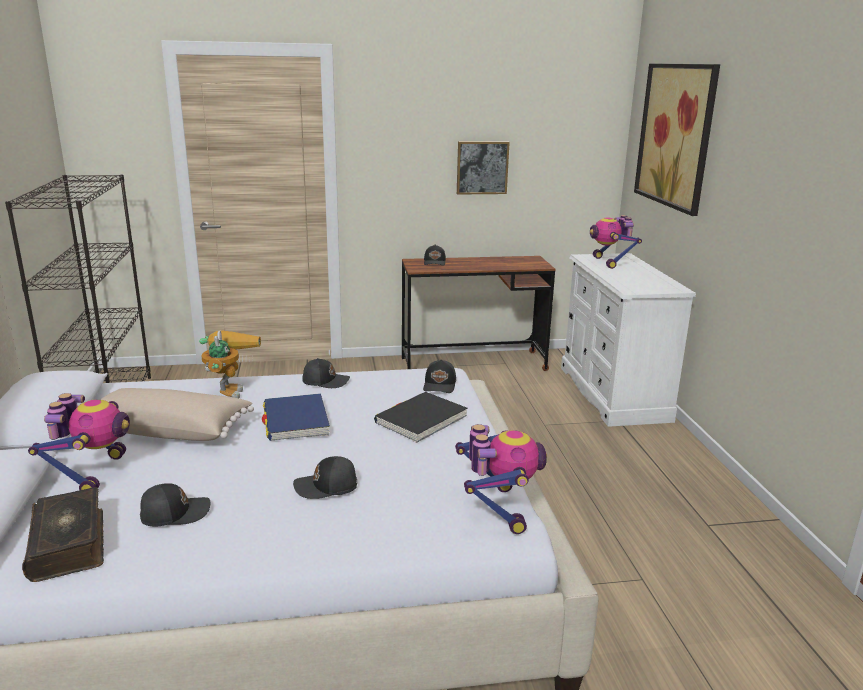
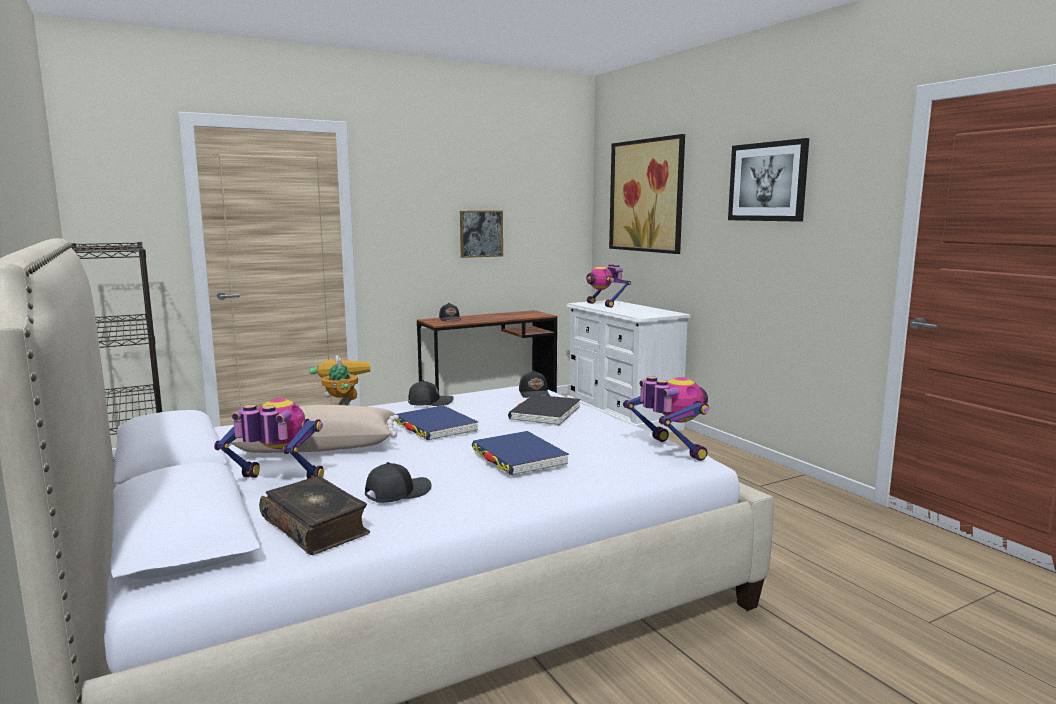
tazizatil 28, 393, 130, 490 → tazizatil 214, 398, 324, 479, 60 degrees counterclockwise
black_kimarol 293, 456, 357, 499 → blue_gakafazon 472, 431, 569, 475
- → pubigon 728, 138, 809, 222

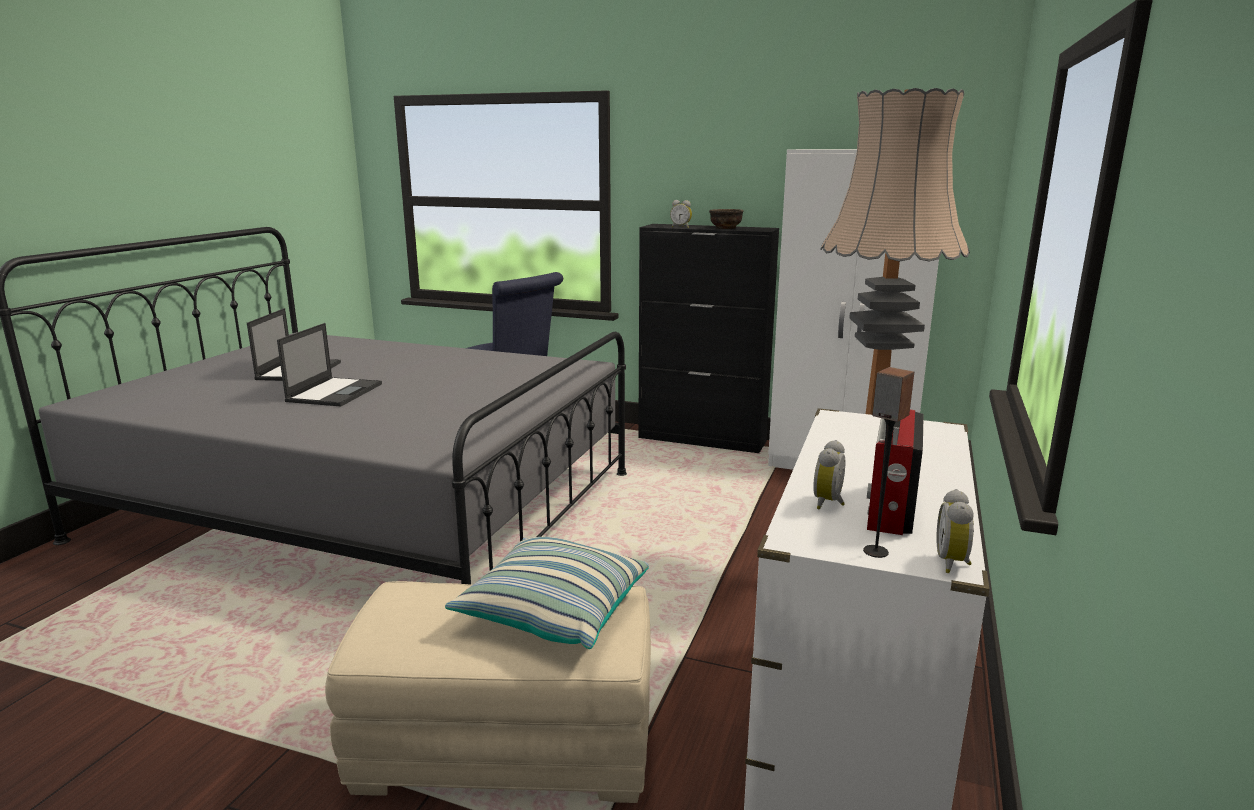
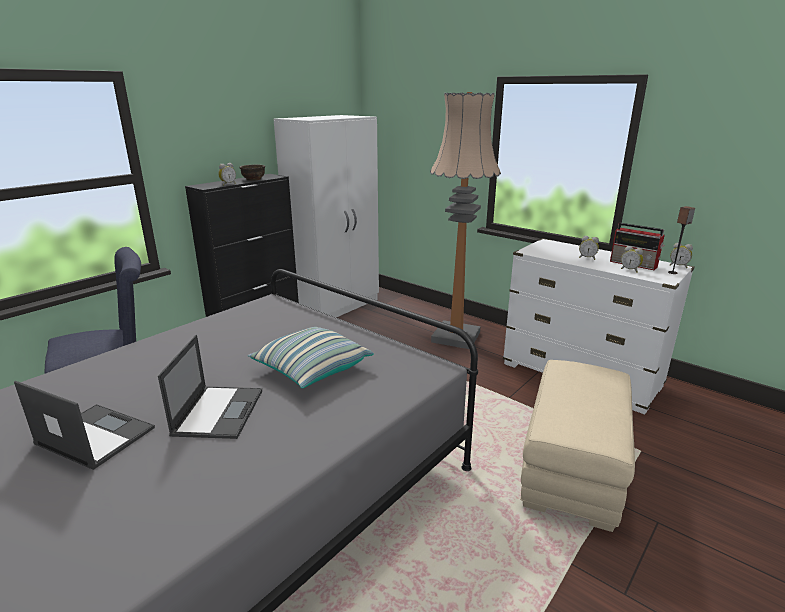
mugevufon 277, 323, 382, 406 → mugevufon 158, 335, 262, 439, 60 degrees clockwise
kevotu 445, 537, 649, 649 → kevotu 248, 327, 374, 388, relocated
- → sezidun 579, 236, 599, 260

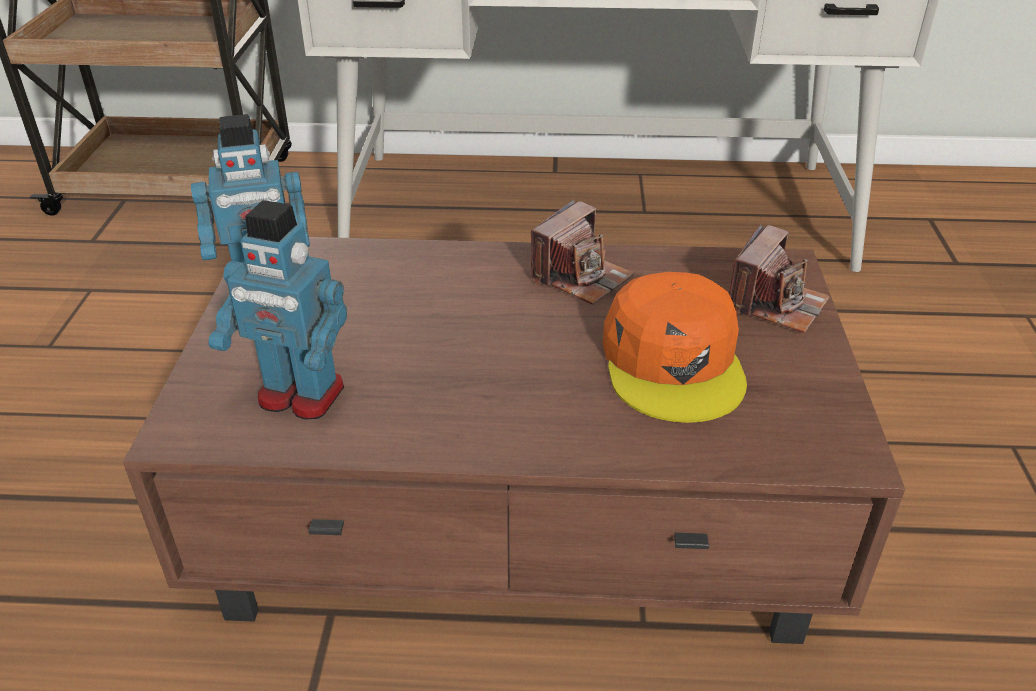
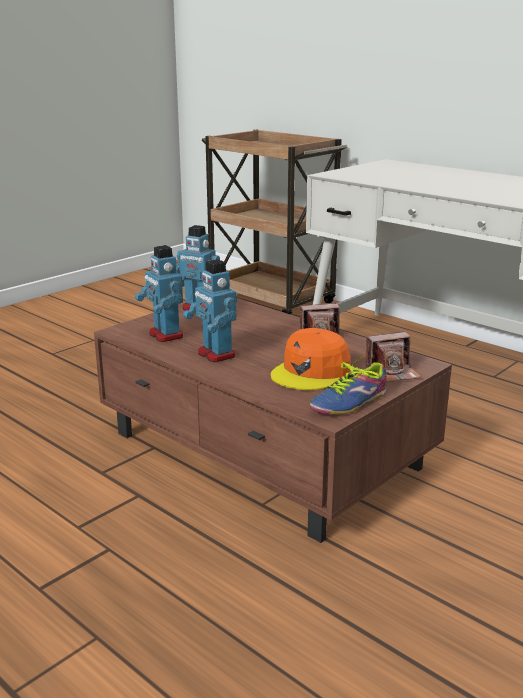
- → tazizatil 183, 259, 237, 362
- → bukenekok 310, 355, 387, 415

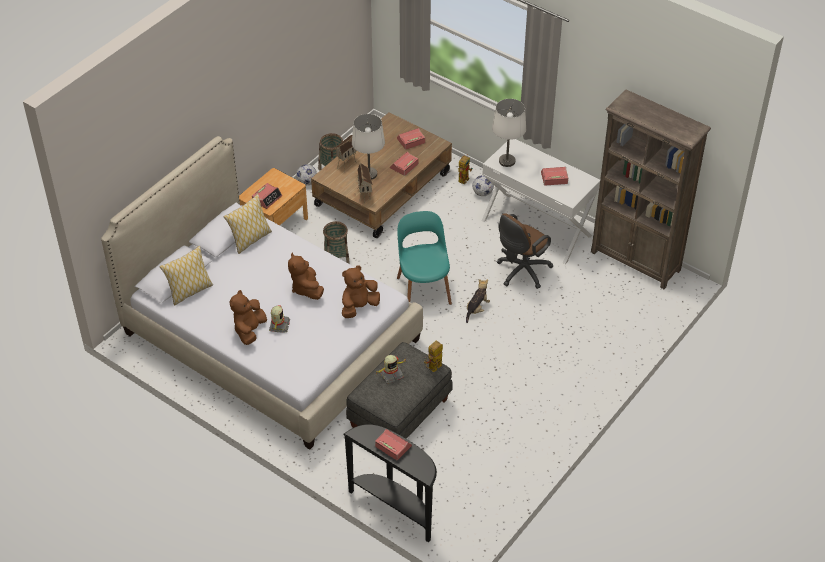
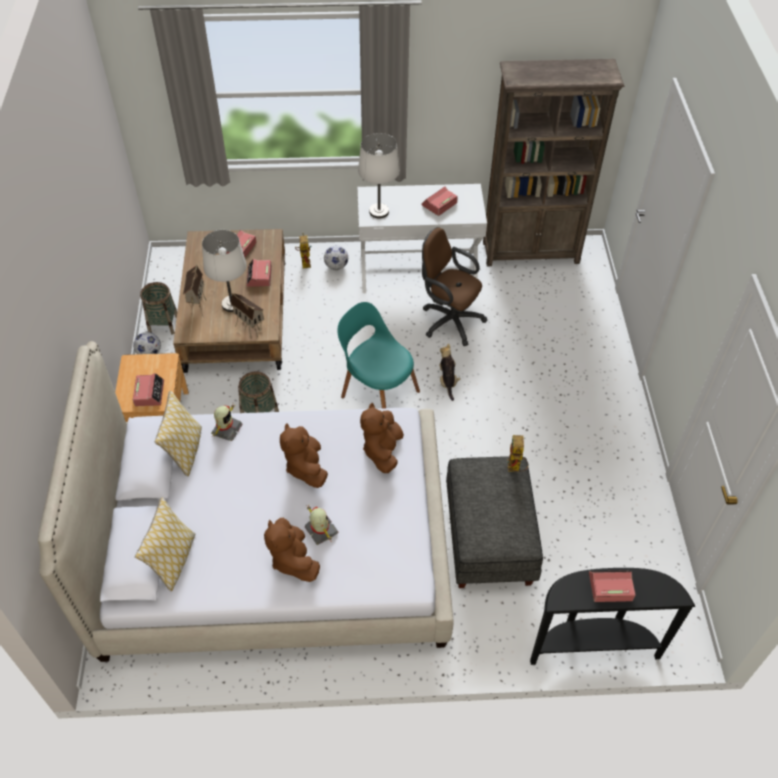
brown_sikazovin 497, 213, 553, 289 → brown_sikazovin 422, 227, 487, 346, 120 degrees clockwise
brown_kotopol 288, 253, 324, 300 → brown_kotopol 280, 423, 328, 488, 45 degrees clockwise
tazizatil 376, 355, 405, 384 → tazizatil 211, 404, 243, 441, relocated

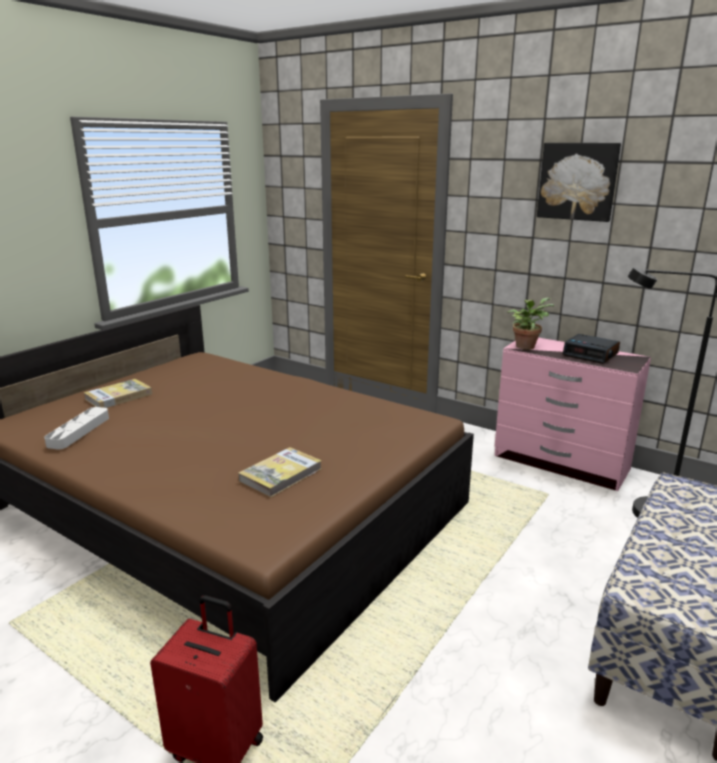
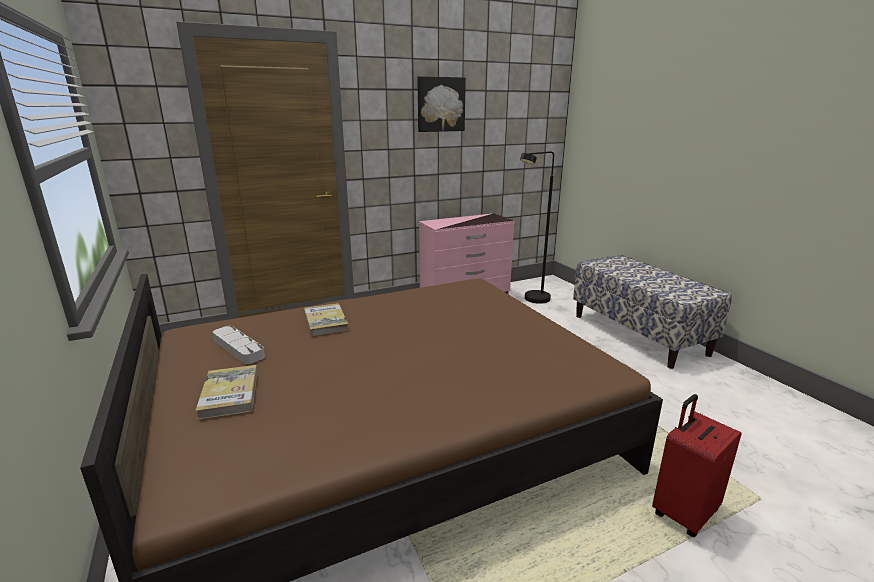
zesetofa 507, 297, 554, 350 → -
sezidun 563, 334, 620, 364 → -
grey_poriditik 44, 407, 109, 450 → grey_poriditik 213, 326, 265, 364, relocated
gakafazon 238, 447, 322, 497 → gakafazon 304, 303, 349, 337, relocated

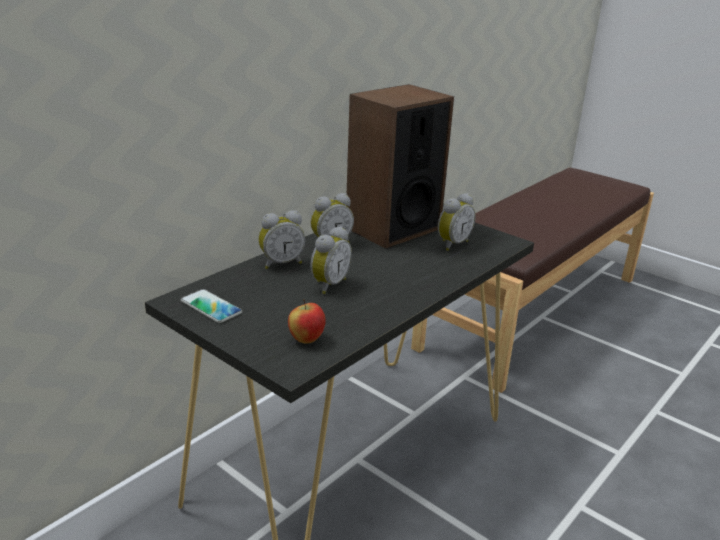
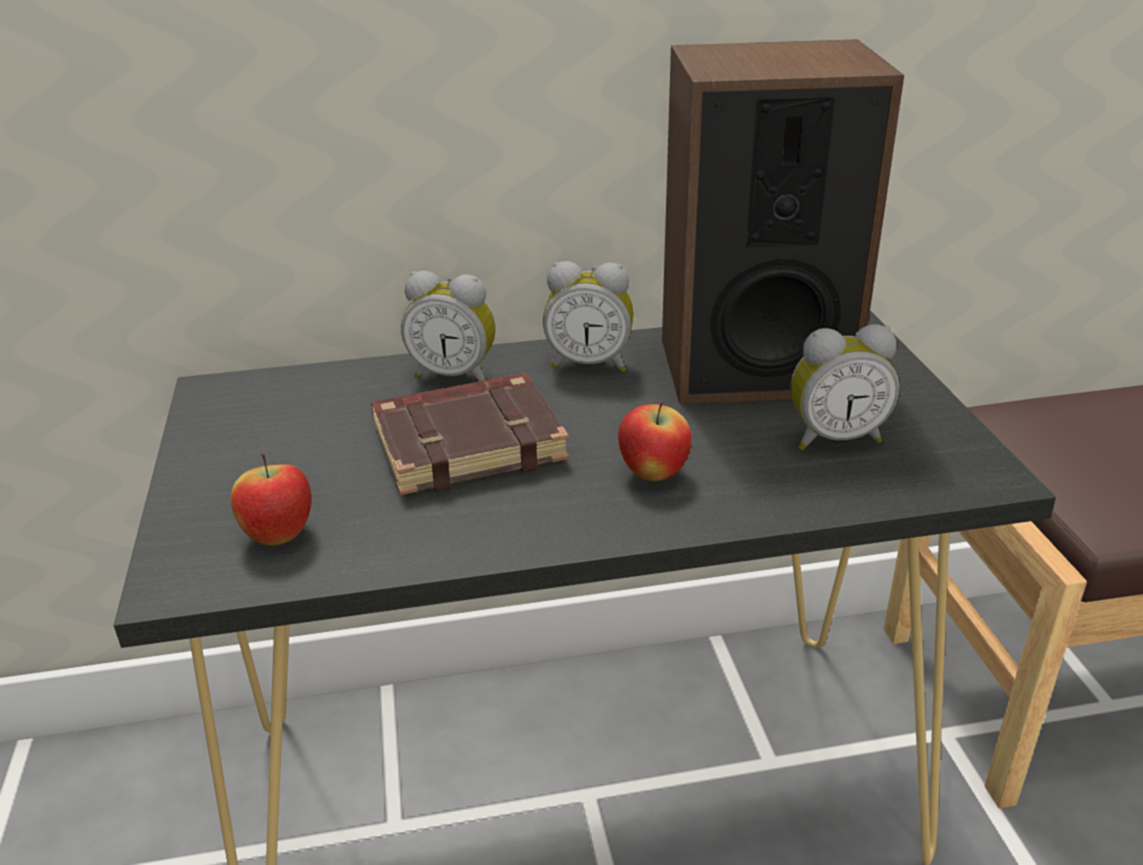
sezidun 310, 226, 352, 294 → brown_gakafazon 371, 373, 569, 495
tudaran 181, 289, 242, 323 → -
- → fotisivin 618, 402, 691, 481

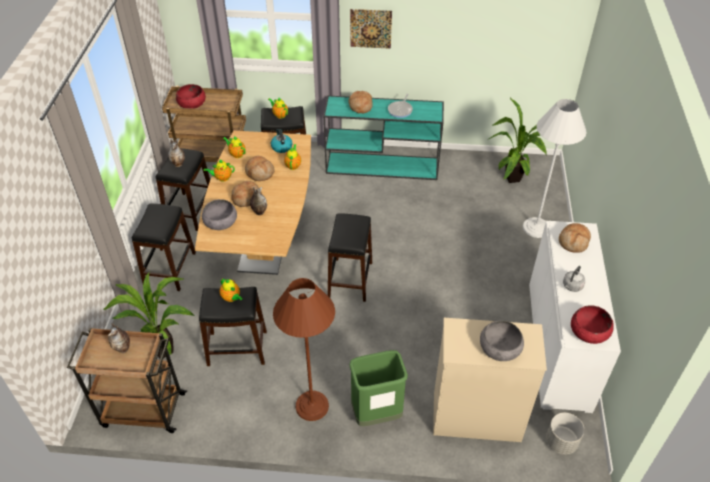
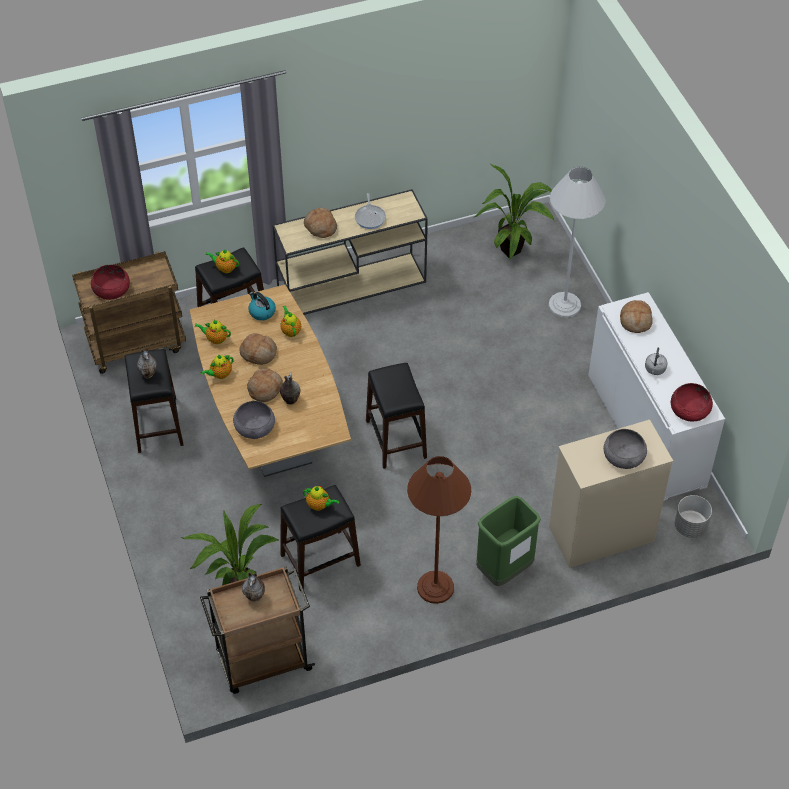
pubigon 350, 9, 392, 49 → -
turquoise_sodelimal 324, 96, 444, 180 → beige_sodelimal 272, 189, 428, 315
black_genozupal 132, 204, 196, 291 → -

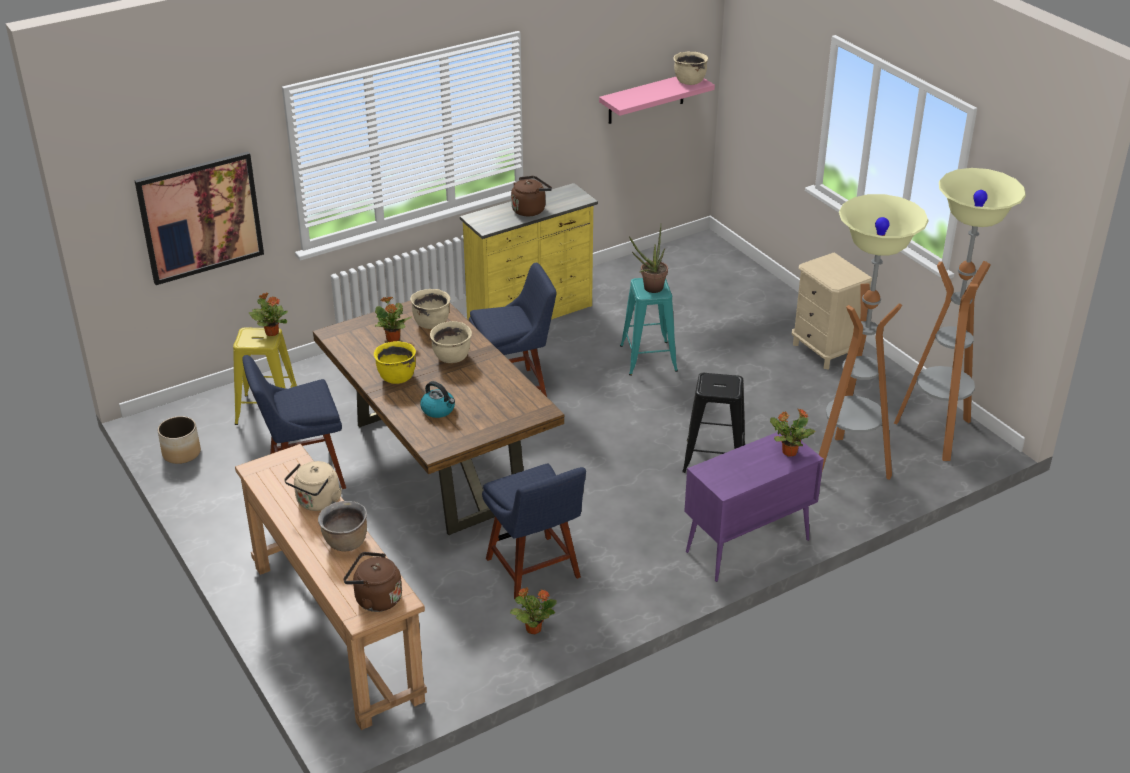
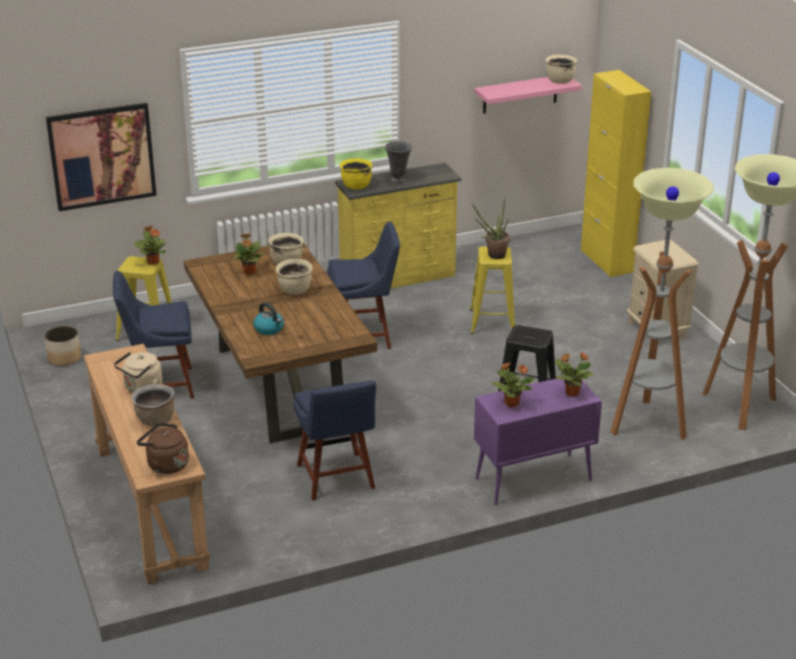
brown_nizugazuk 511, 176, 552, 216 → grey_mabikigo 385, 141, 412, 183
turquoise_genozupal 620, 278, 678, 376 → yellow_genozupal 470, 246, 515, 334
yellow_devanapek 374, 341, 416, 384 → yellow_devanapek 340, 158, 372, 190, relocated
zesetofa 510, 587, 557, 634 → zesetofa 492, 362, 534, 407, relocated
- → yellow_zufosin 581, 70, 651, 277

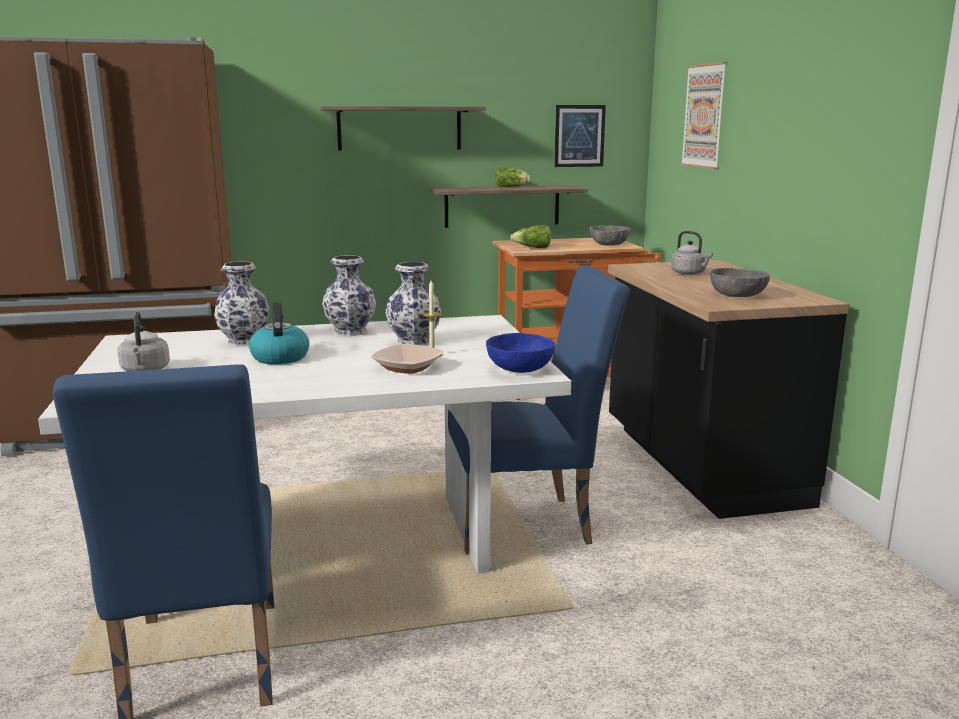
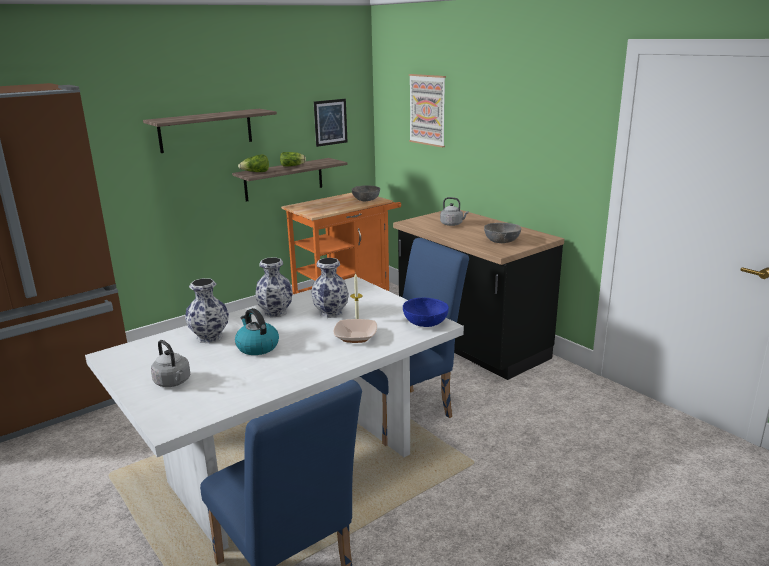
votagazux 510, 225, 551, 248 → votagazux 238, 154, 269, 172, relocated

